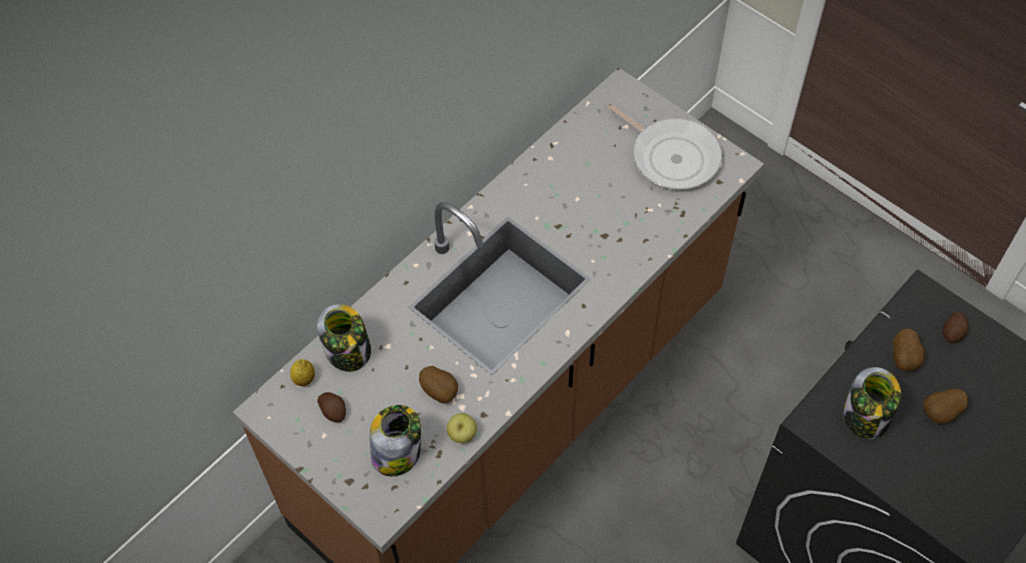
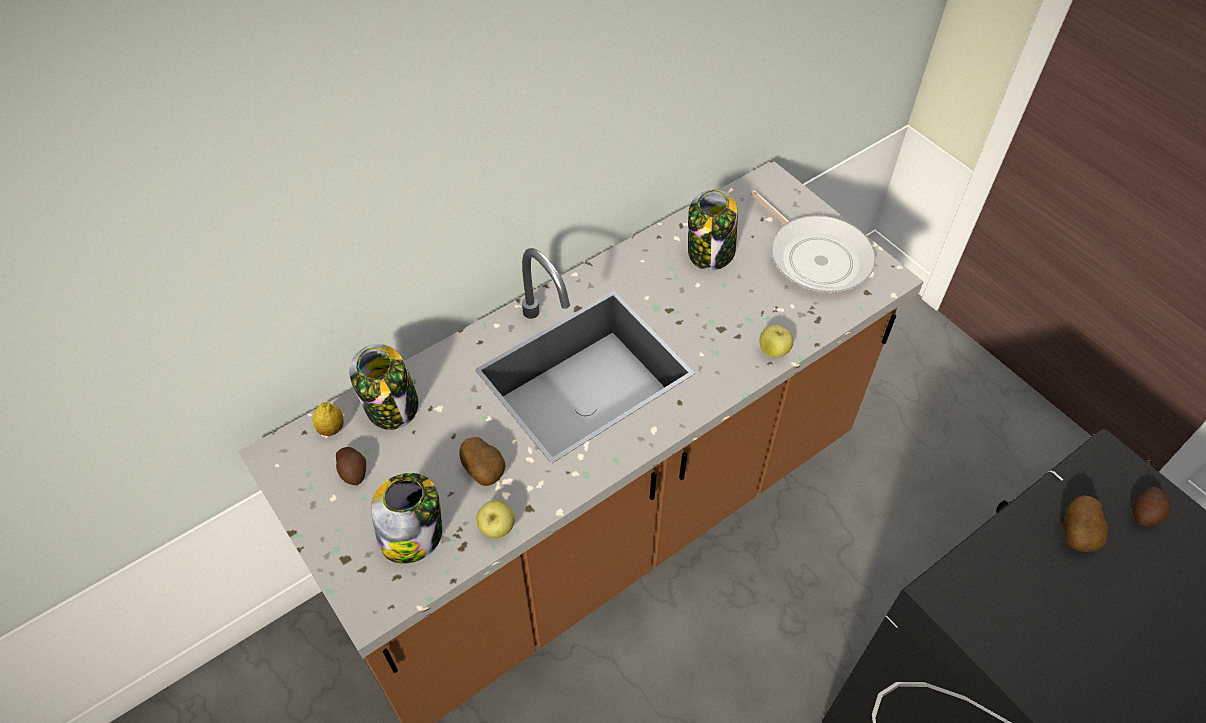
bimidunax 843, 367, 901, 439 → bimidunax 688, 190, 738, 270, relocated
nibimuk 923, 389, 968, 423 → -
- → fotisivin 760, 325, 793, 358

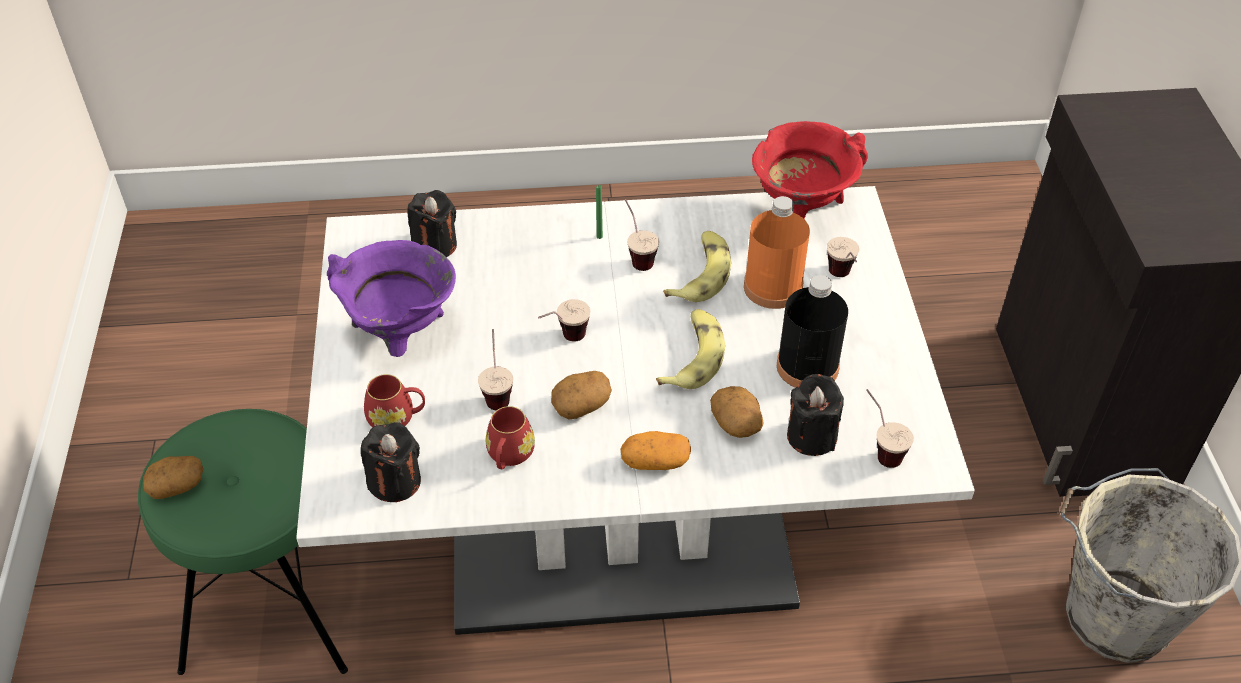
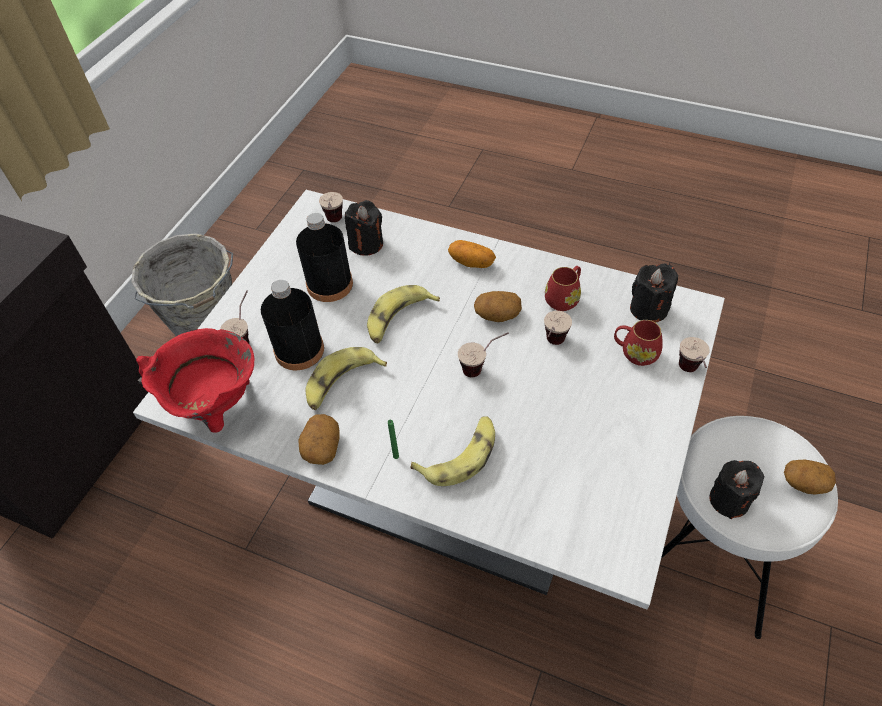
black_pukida 408, 190, 457, 257 → black_pukida 710, 460, 764, 519, relocated
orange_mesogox 744, 196, 810, 309 → black_mesogox 261, 280, 324, 370
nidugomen 625, 199, 659, 271 → nidugomen 679, 337, 709, 372, relocated
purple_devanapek 327, 240, 456, 357 → -
nibimuk 710, 386, 763, 438 → nibimuk 298, 414, 340, 465, relocated
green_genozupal 138, 409, 348, 675 → white_genozupal 661, 416, 838, 639
- → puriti 411, 416, 495, 486

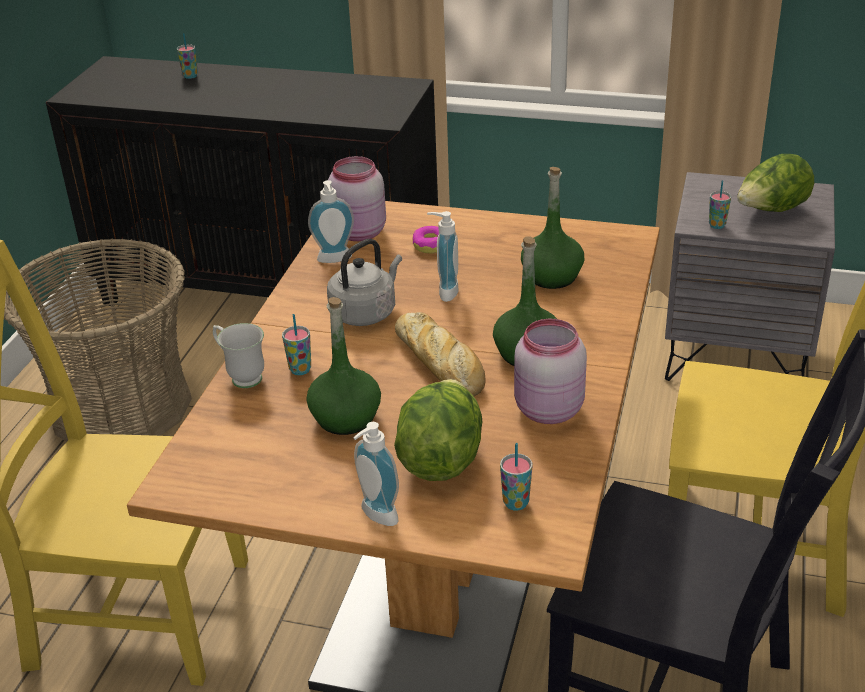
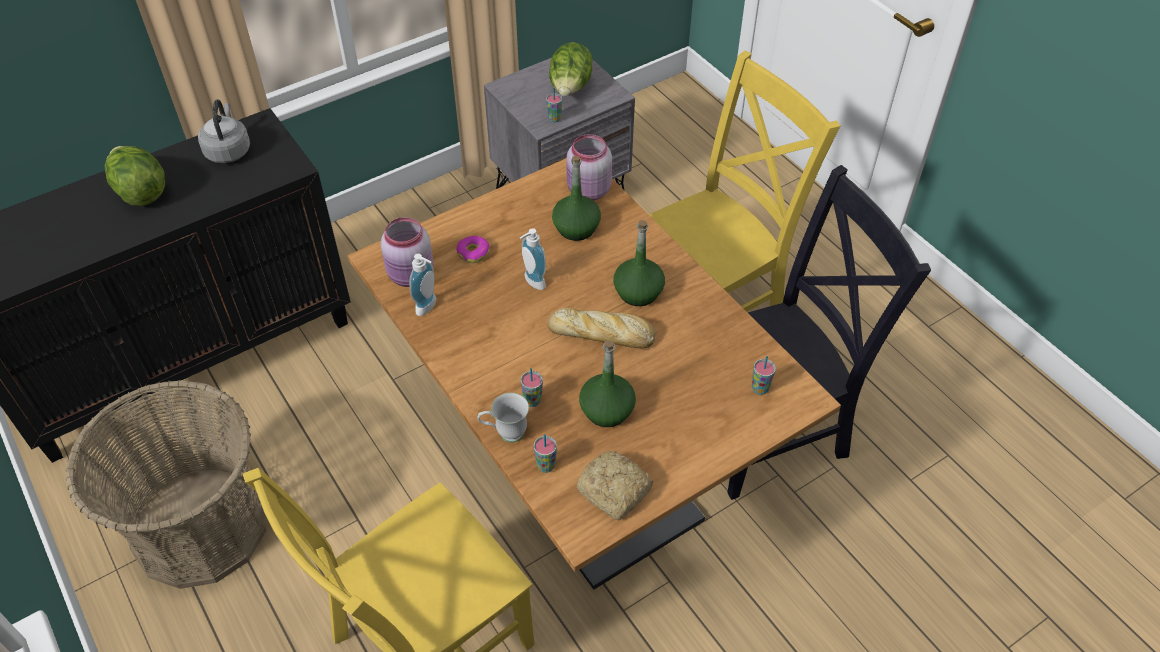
nidugomen 177, 33, 198, 79 → nidugomen 534, 434, 557, 473, relocated
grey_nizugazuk 327, 239, 402, 326 → grey_nizugazuk 198, 100, 250, 163, relocated
pink_bimidunax 514, 319, 587, 424 → pink_bimidunax 566, 134, 612, 201, relocated
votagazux 394, 379, 483, 481 → votagazux 105, 146, 165, 206, relocated
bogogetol 353, 422, 399, 526 → -
- → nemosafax 577, 451, 653, 521

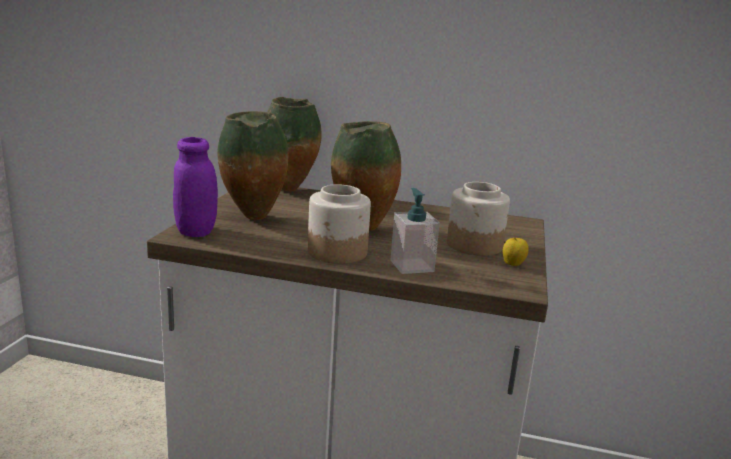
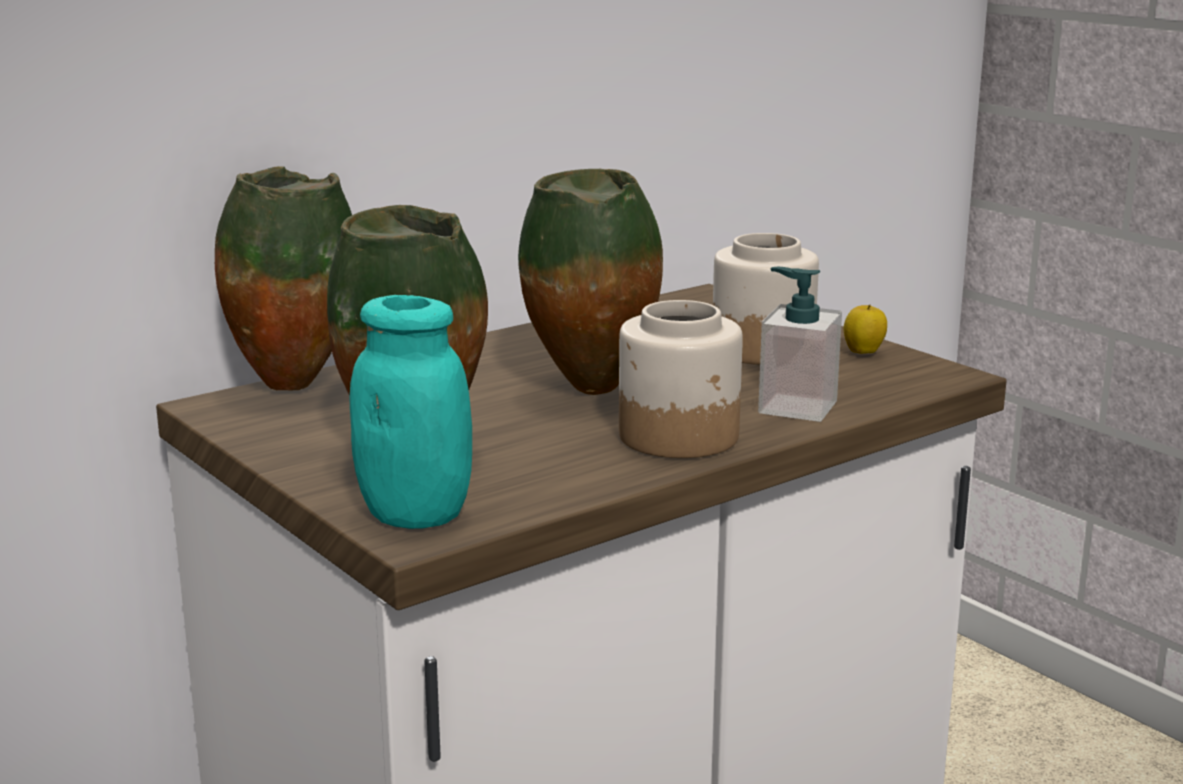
purple_bimidunax 173, 137, 218, 237 → turquoise_bimidunax 350, 295, 472, 529

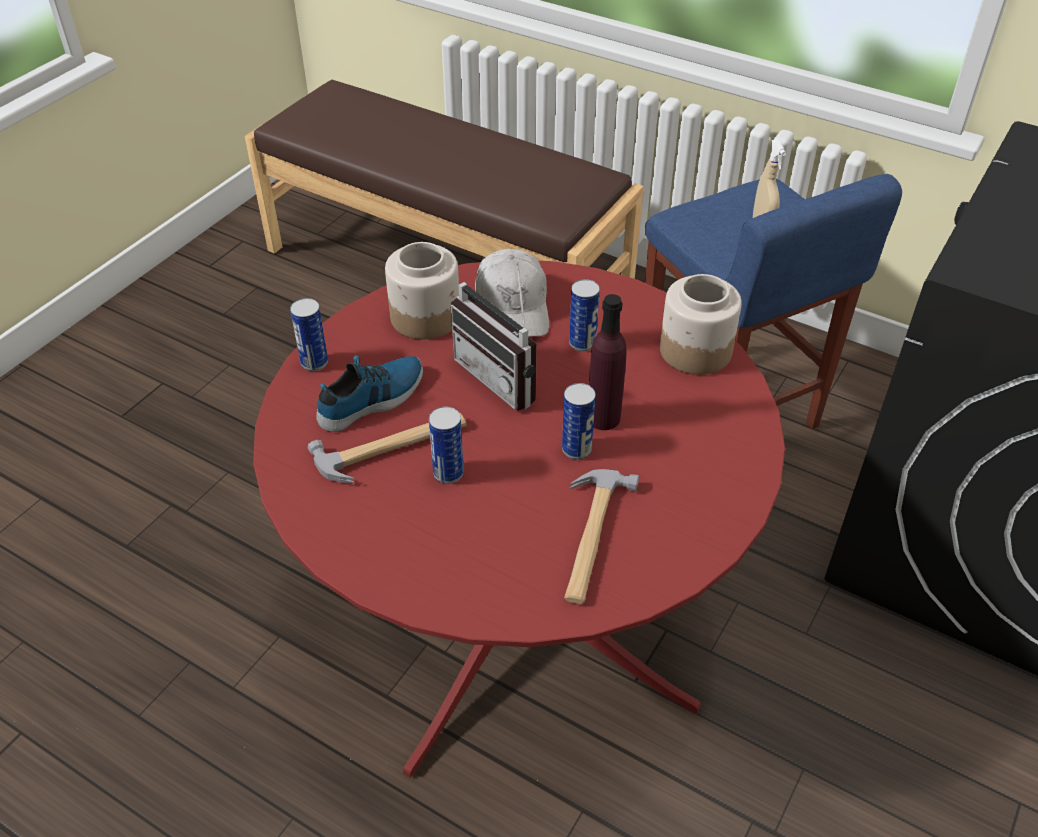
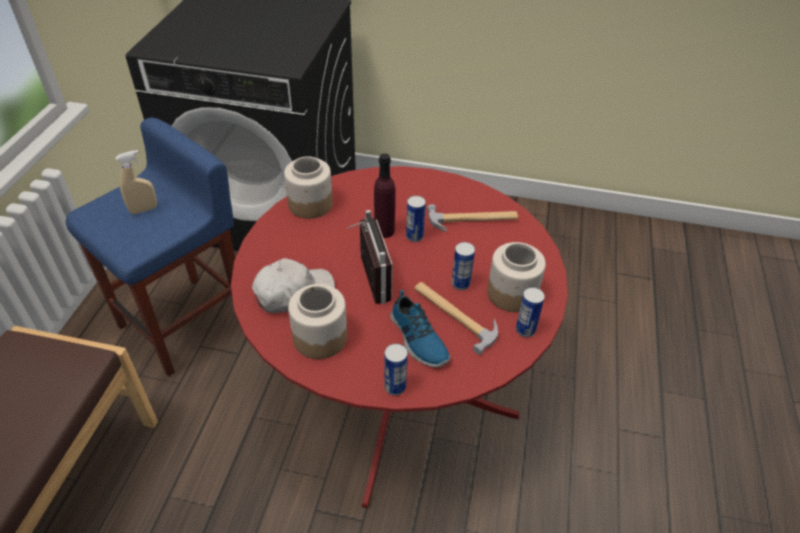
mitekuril 451, 263, 537, 411 → mitekuril 347, 210, 393, 304, 45 degrees counterclockwise
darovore 569, 279, 600, 352 → darovore 516, 287, 545, 337, relocated
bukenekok 316, 355, 423, 432 → bukenekok 390, 290, 450, 367, 150 degrees counterclockwise
- → bimidunax 487, 242, 546, 312

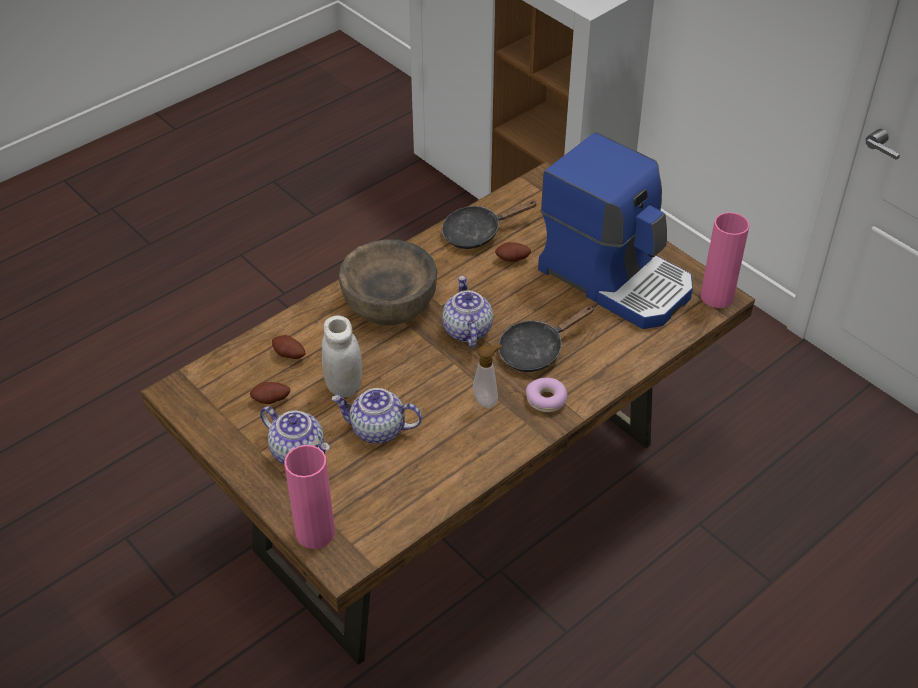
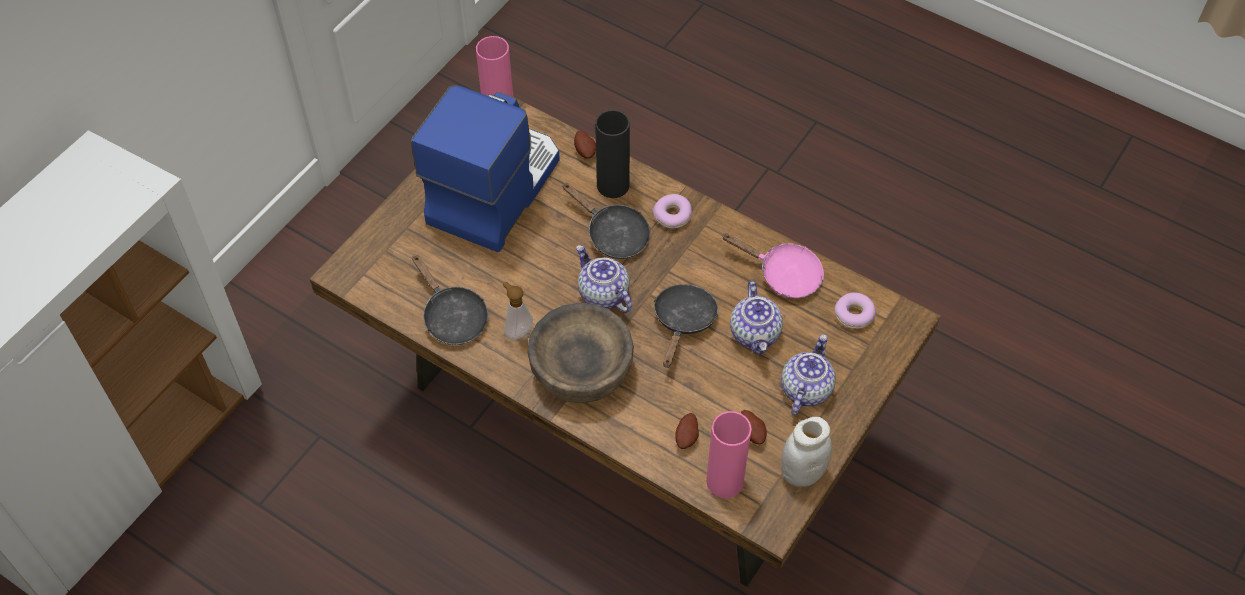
nibimuk 495, 242, 531, 262 → nibimuk 574, 131, 596, 159, relocated
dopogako 442, 276, 493, 348 → dopogako 576, 245, 632, 313, 75 degrees clockwise
white_bimidunax 322, 316, 362, 397 → white_bimidunax 781, 417, 832, 487, relocated
bogogetol 473, 344, 502, 408 → bogogetol 503, 282, 533, 340, relocated
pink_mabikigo 284, 445, 335, 549 → pink_mabikigo 706, 411, 752, 498, relocated
- → black_mabikigo 595, 110, 630, 198
- → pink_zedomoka 722, 233, 824, 299
- → black_zedomoka 654, 284, 719, 368
- → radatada 835, 292, 876, 329

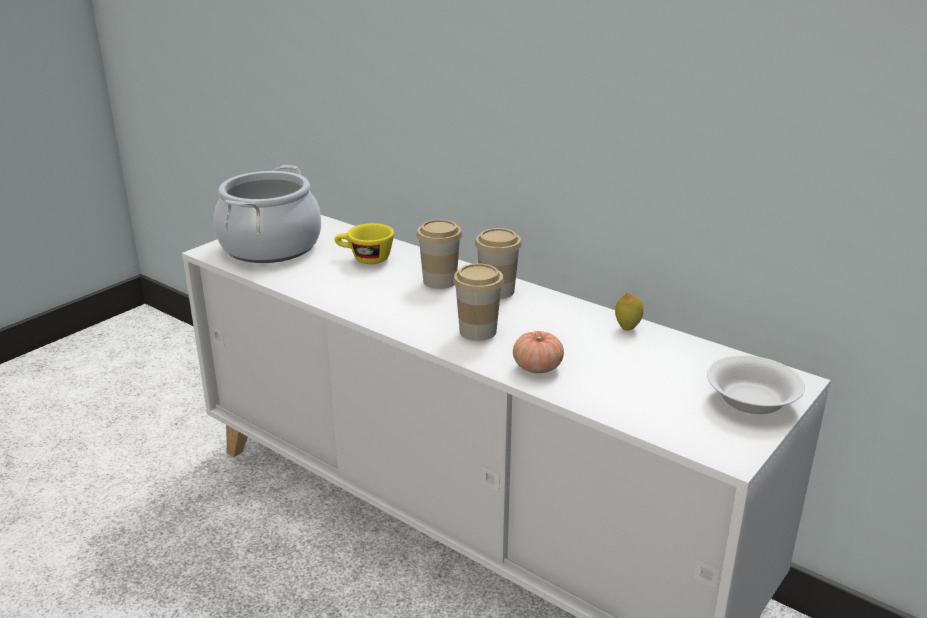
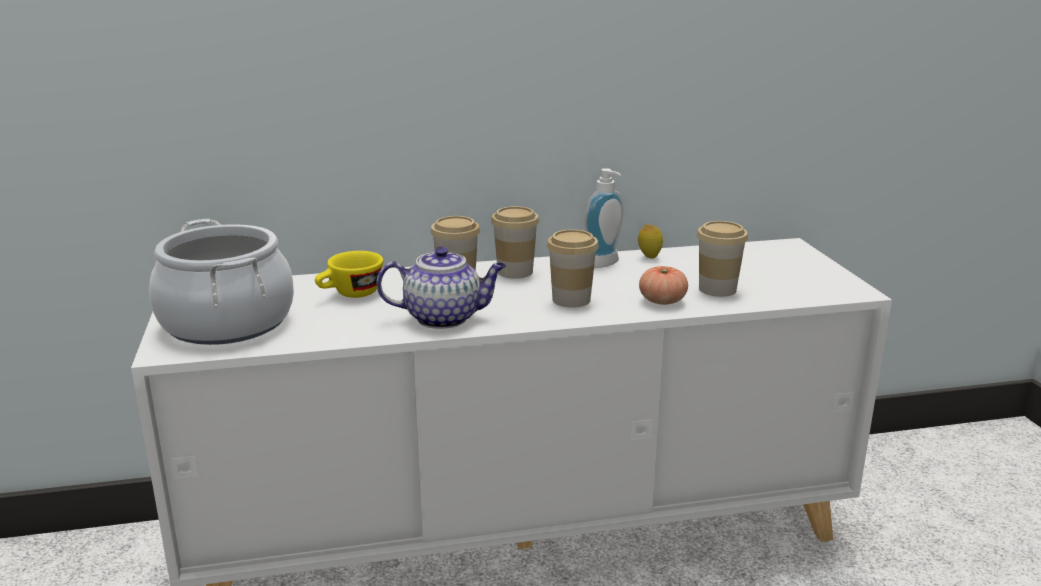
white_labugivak 707, 355, 805, 414 → -
- → bogogetol 584, 168, 624, 268
- → nidugomen 697, 221, 748, 297
- → dopogako 376, 246, 506, 329

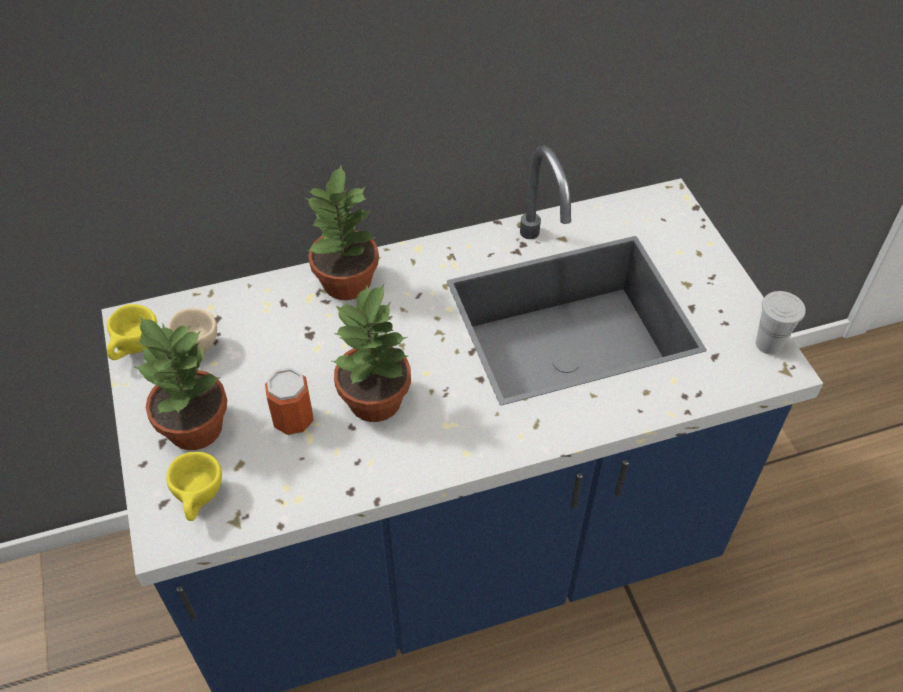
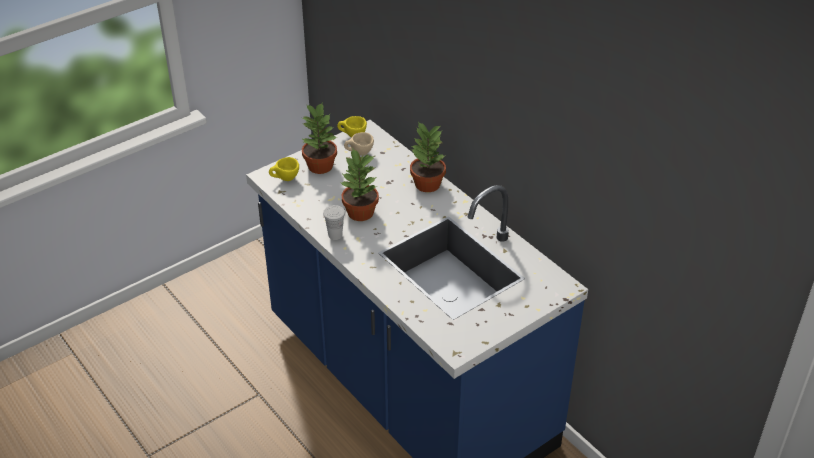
white_nidugomen 756, 291, 806, 355 → white_nidugomen 323, 205, 345, 240, relocated
darovore 265, 368, 314, 435 → -

